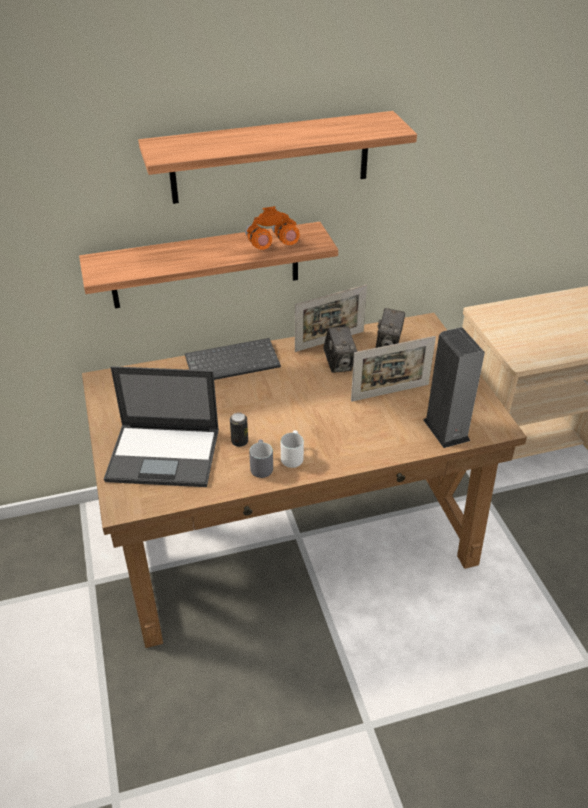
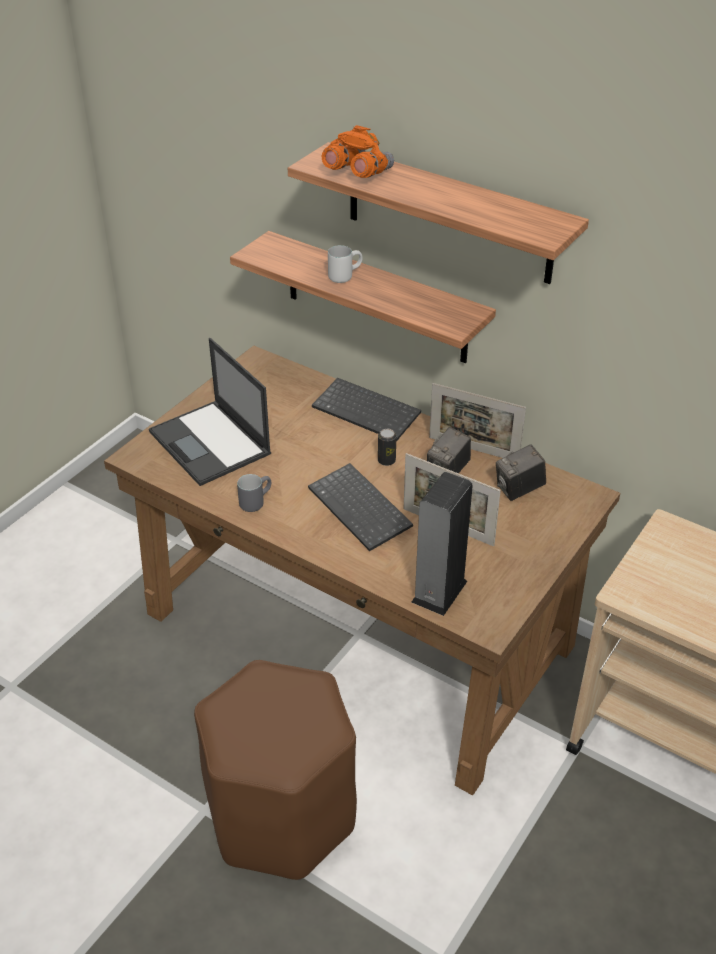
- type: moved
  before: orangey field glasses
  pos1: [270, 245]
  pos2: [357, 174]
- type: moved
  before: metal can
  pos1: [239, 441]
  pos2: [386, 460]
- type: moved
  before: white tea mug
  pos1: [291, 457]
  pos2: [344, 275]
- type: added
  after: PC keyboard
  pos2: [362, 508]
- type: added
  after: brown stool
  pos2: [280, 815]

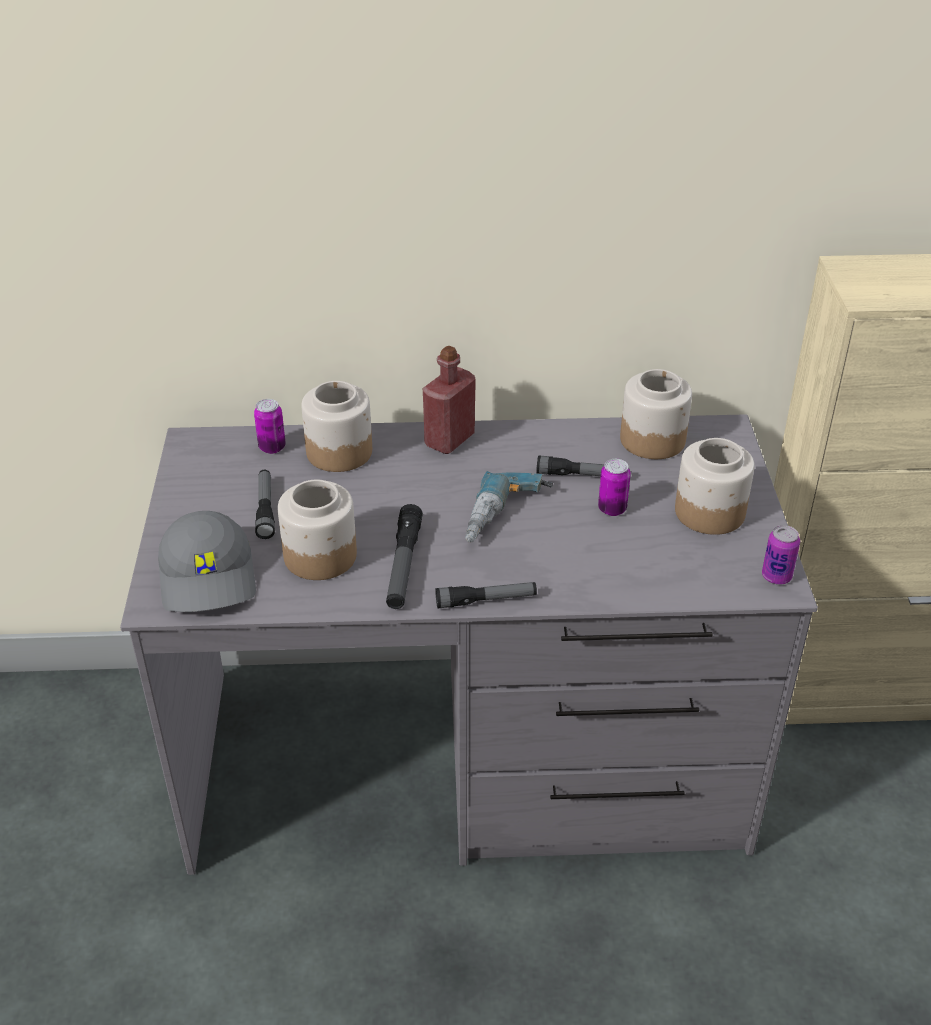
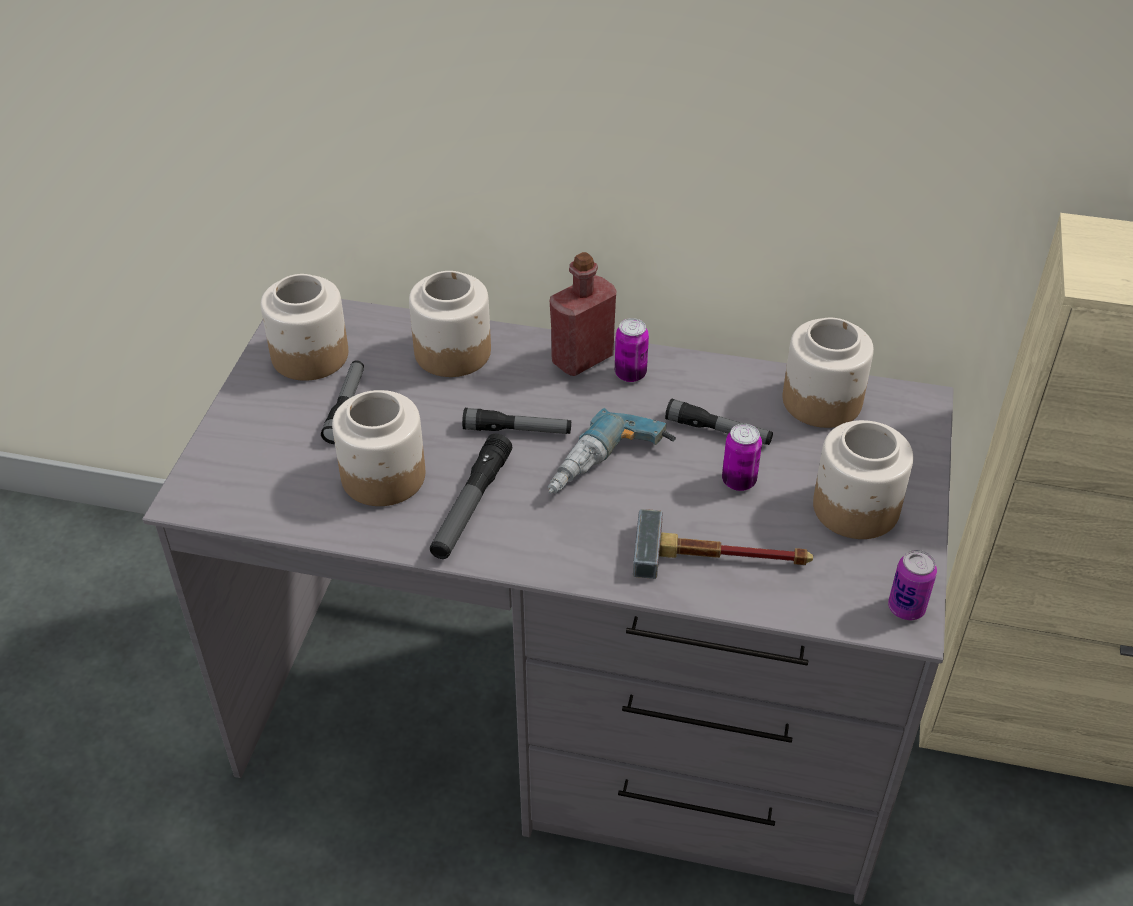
- type: moved
  before: metal can
  pos1: [272, 447]
  pos2: [630, 374]
- type: removed
  before: grey peaked cap
  pos1: [209, 577]
- type: moved
  before: torch
  pos1: [486, 600]
  pos2: [517, 430]
- type: added
  after: storage jar
  pos2: [309, 355]
- type: added
  after: hammer
  pos2: [723, 558]

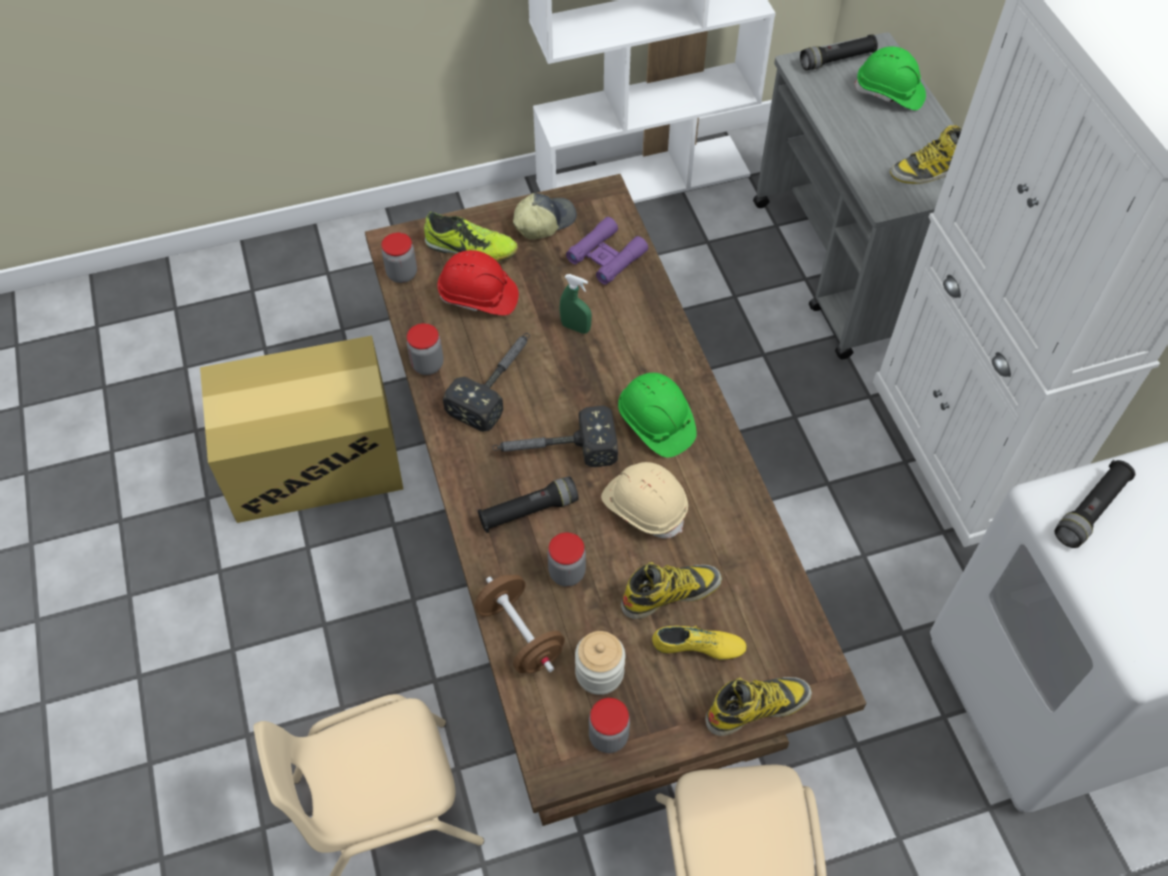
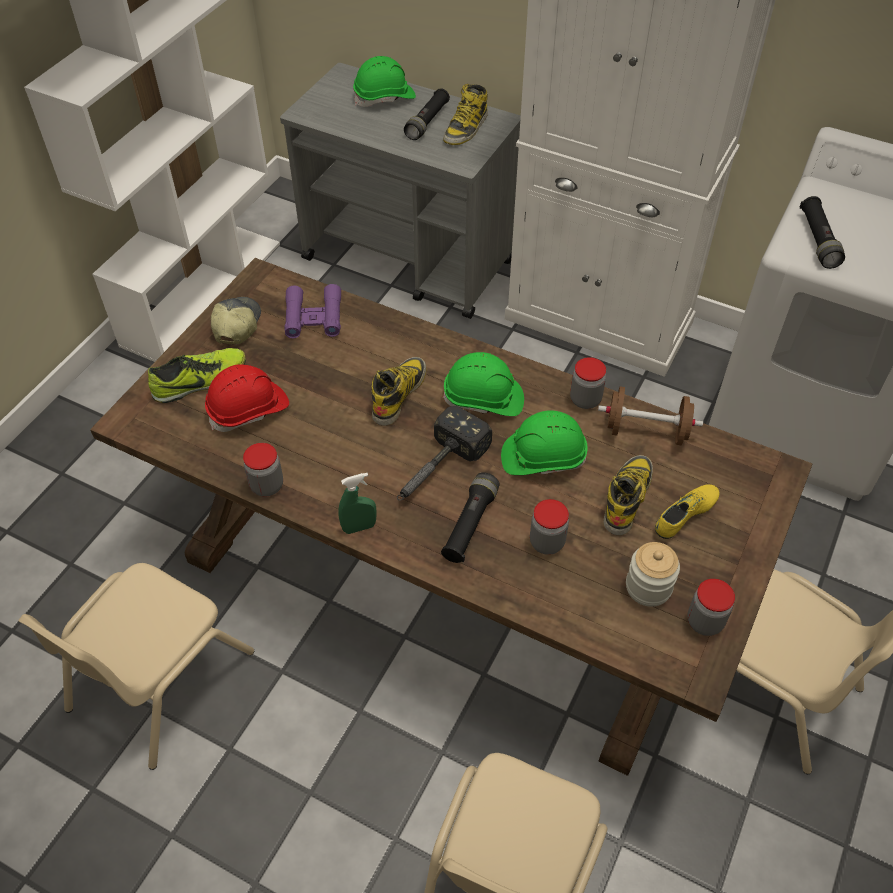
- type: moved
  before: black torch
  pos1: [837, 60]
  pos2: [427, 122]
- type: moved
  before: storage jar
  pos1: [402, 274]
  pos2: [585, 399]
- type: moved
  before: green hand sprayer
  pos1: [575, 327]
  pos2: [359, 527]
- type: removed
  before: hammer
  pos1: [497, 383]
- type: replaced
  before: packing box
  after: beige chair
  pos1: [313, 460]
  pos2: [158, 680]
- type: recoloured
  before: beige safety helmet
  after: green safety helmet
  pos1: [644, 507]
  pos2: [543, 457]
- type: moved
  before: brown dumbbell
  pos1: [520, 635]
  pos2: [646, 431]
- type: moved
  before: boot
  pos1: [757, 707]
  pos2: [399, 394]

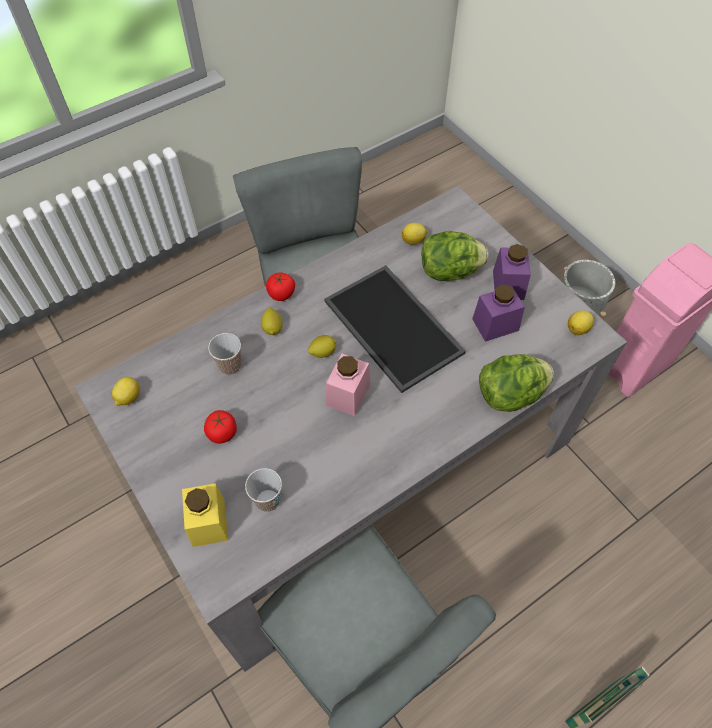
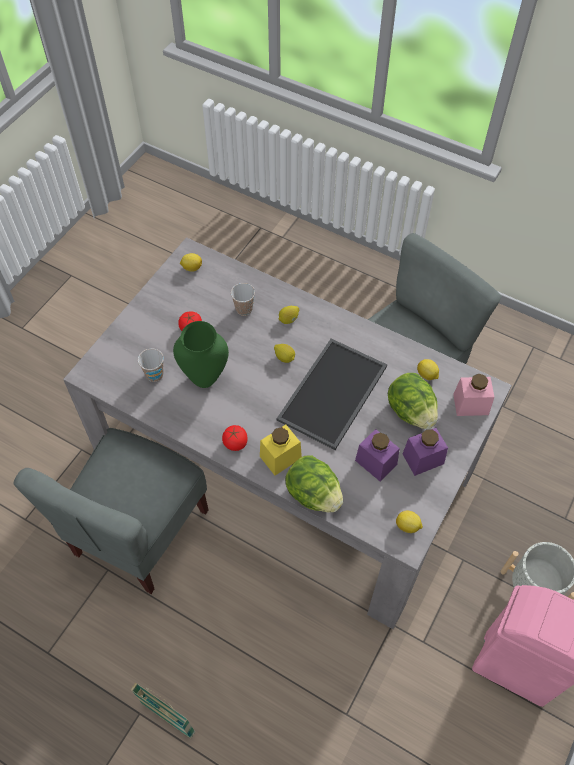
- type: moved
  before: whole tomato
  pos1: [281, 294]
  pos2: [235, 443]
- type: moved
  before: pink-coloured storage jar
  pos1: [348, 394]
  pos2: [470, 404]
- type: moved
  before: yellowish storage jar
  pos1: [208, 522]
  pos2: [280, 457]
- type: added
  after: green flower vase
  pos2: [205, 377]

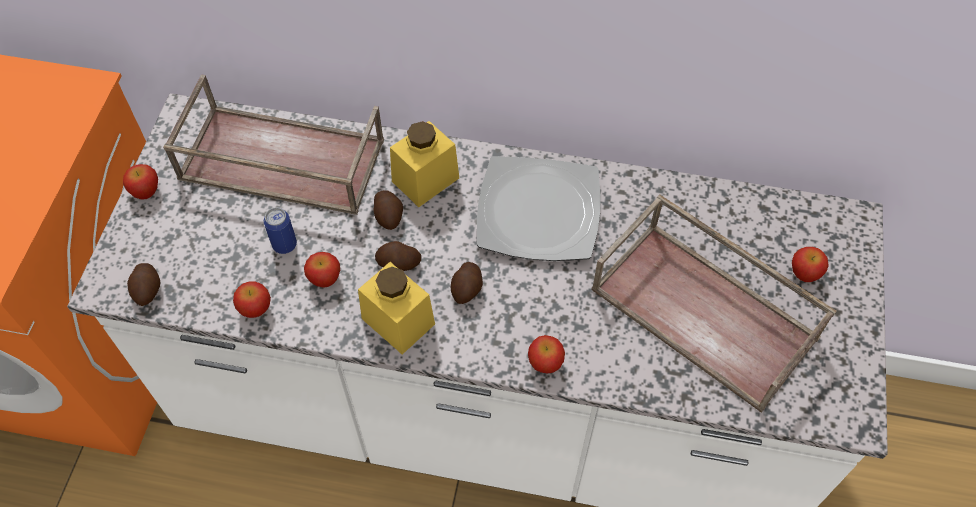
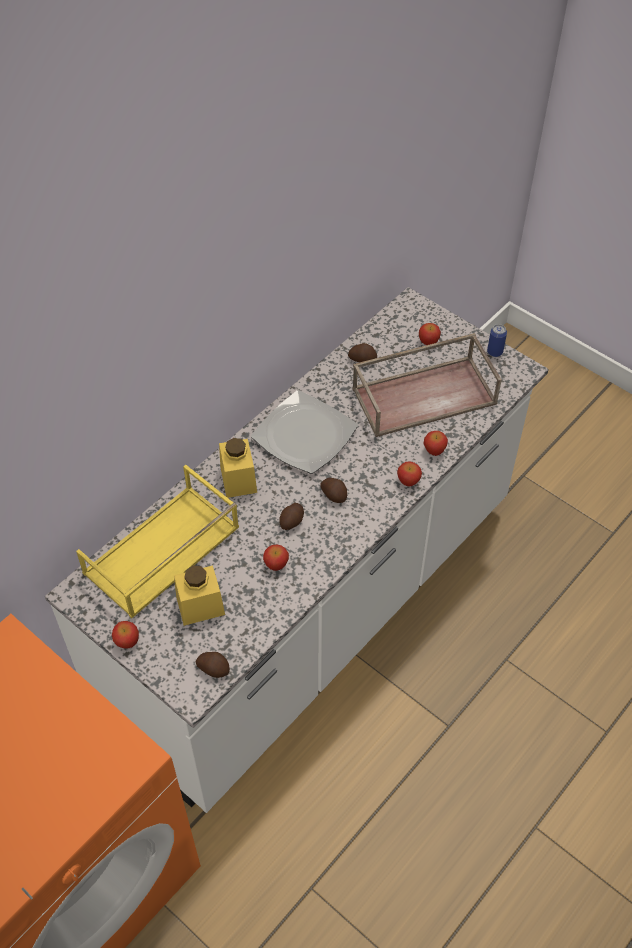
- type: recoloured
  before: brown carrying tray
  after: yellowish carrying tray
  pos1: [279, 161]
  pos2: [162, 552]
- type: moved
  before: potato
  pos1: [389, 215]
  pos2: [362, 359]
- type: moved
  before: metal can
  pos1: [284, 245]
  pos2: [494, 352]
- type: moved
  before: yellowish storage jar
  pos1: [398, 321]
  pos2: [200, 606]
- type: moved
  before: apple
  pos1: [255, 308]
  pos2: [434, 450]

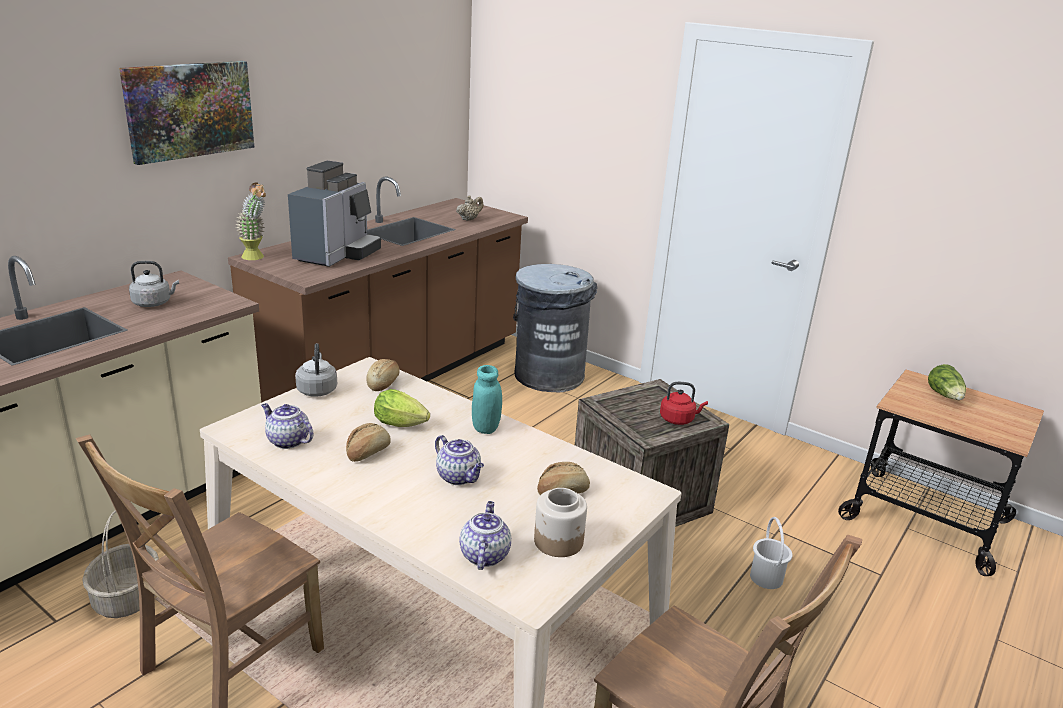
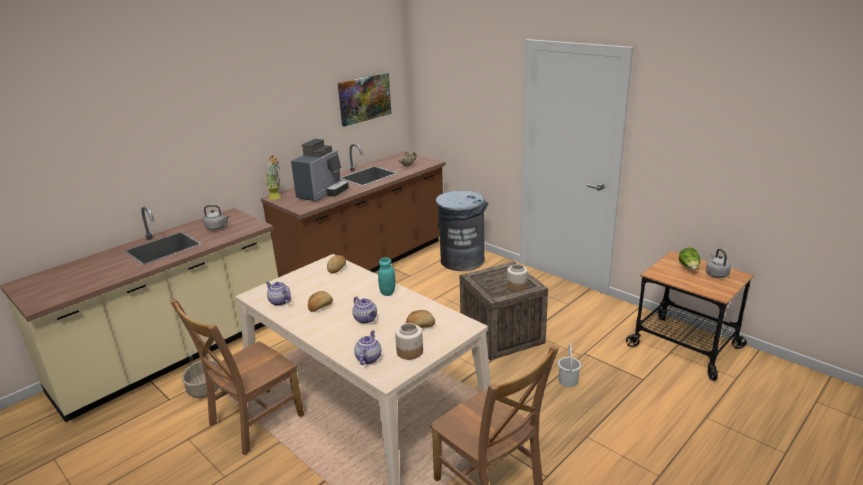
- type: moved
  before: wall picture
  pos1: [189, 110]
  pos2: [364, 98]
- type: moved
  before: grey water kettle
  pos1: [317, 389]
  pos2: [716, 274]
- type: replaced
  before: reddish water kettle
  after: storage jar
  pos1: [678, 419]
  pos2: [517, 286]
- type: removed
  before: lettuce head
  pos1: [403, 425]

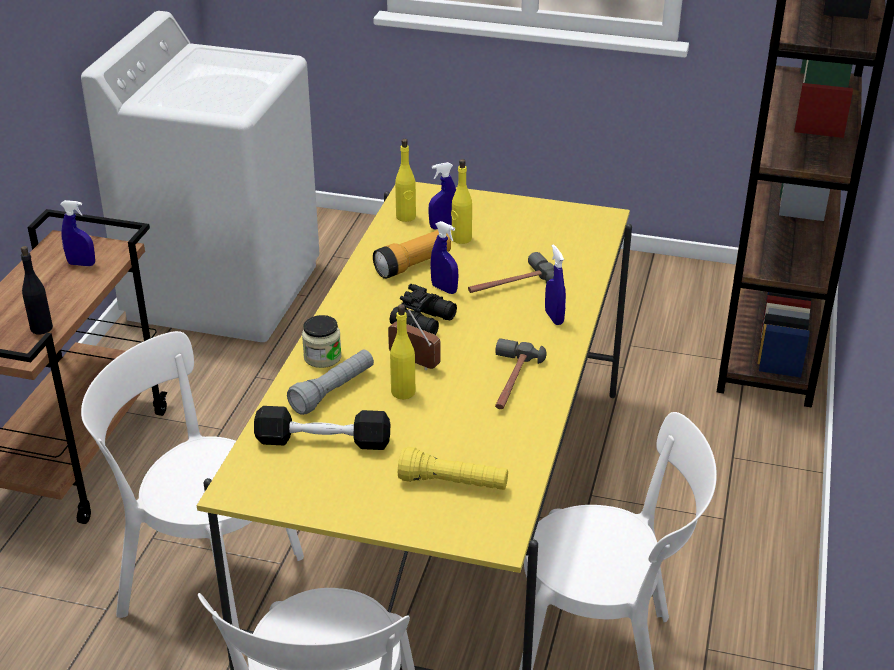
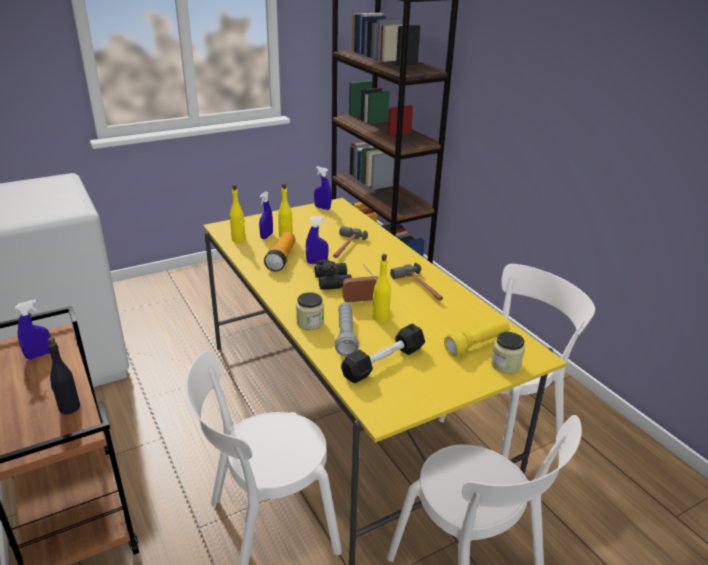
- type: moved
  before: blue hand sprayer
  pos1: [554, 317]
  pos2: [322, 208]
- type: added
  after: storage jar
  pos2: [505, 365]

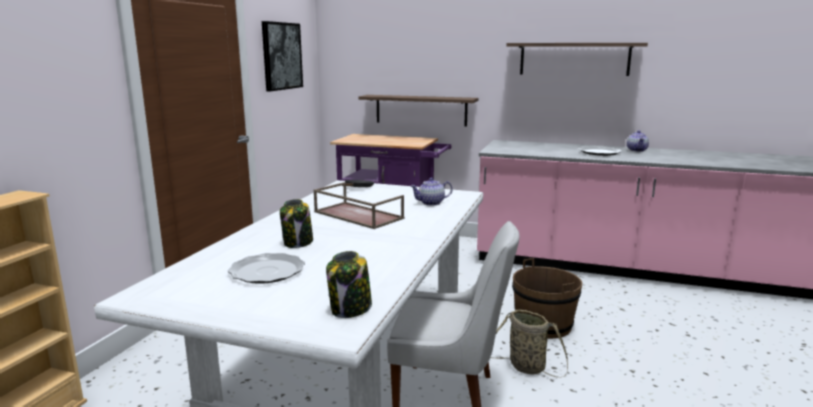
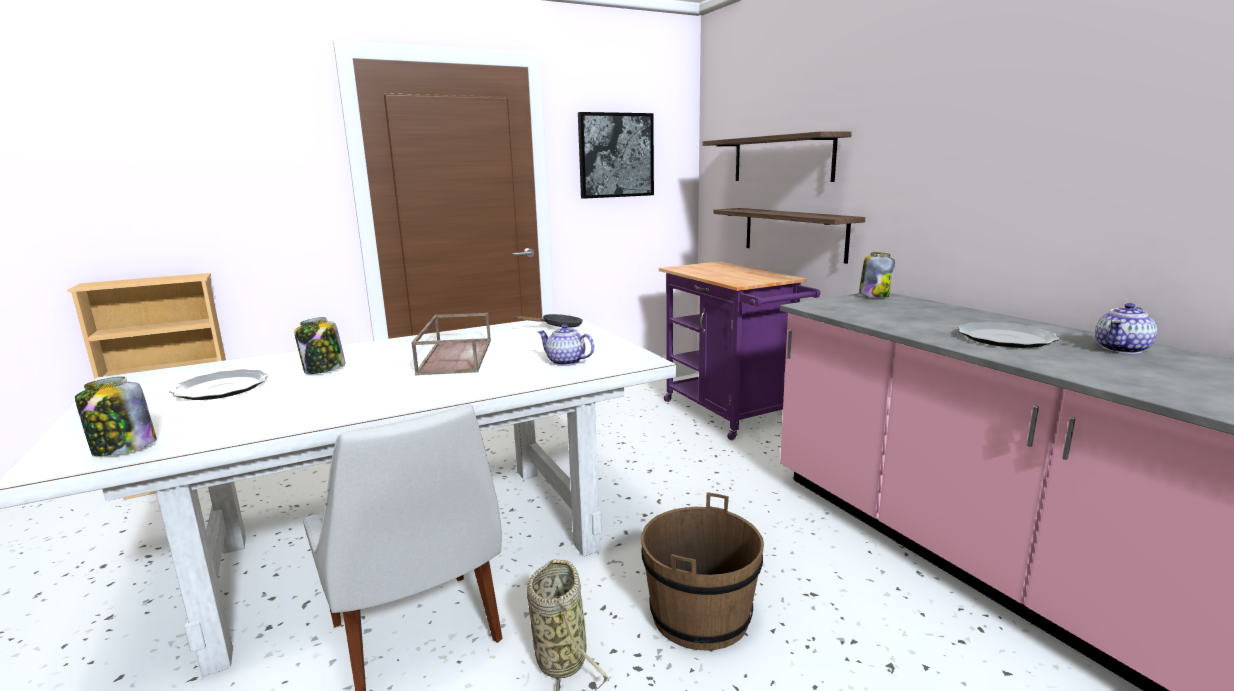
- type: moved
  before: bracket shelf
  pos1: [574, 59]
  pos2: [781, 159]
- type: added
  after: storage jar
  pos2: [874, 296]

